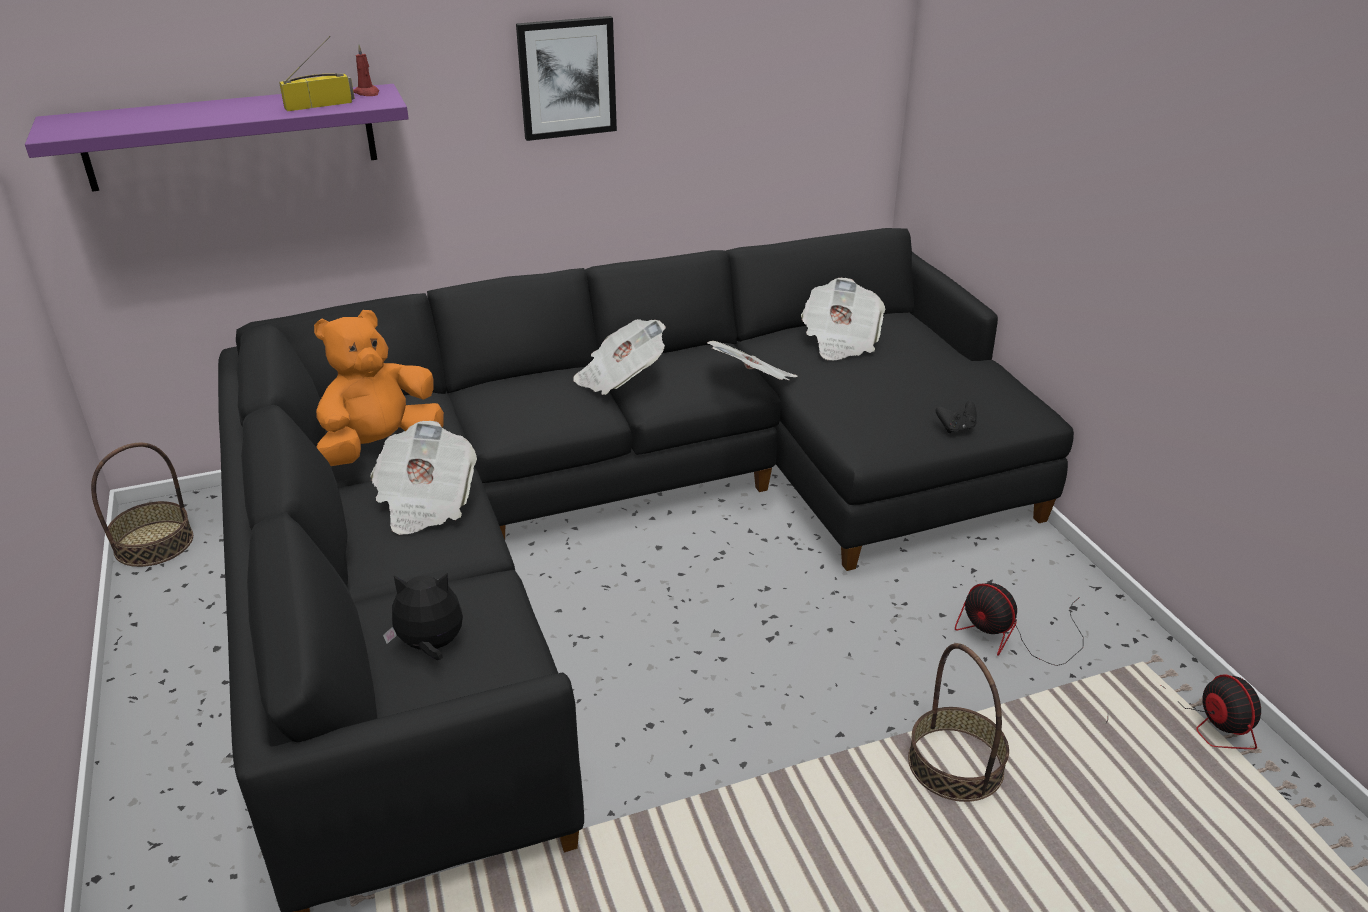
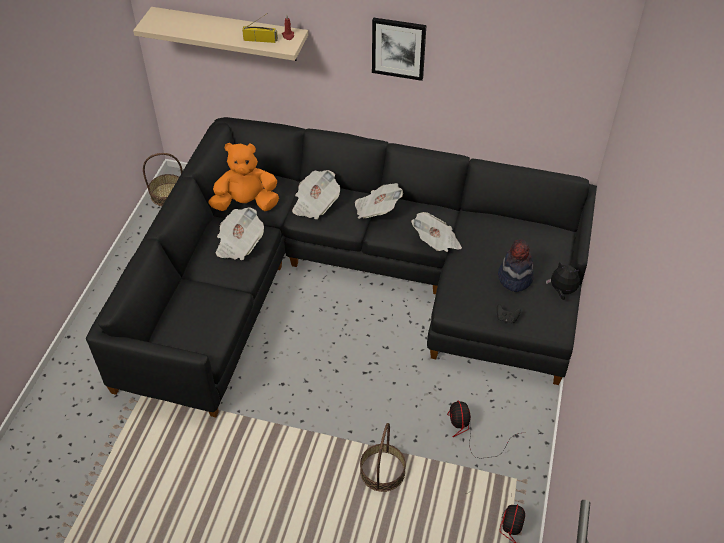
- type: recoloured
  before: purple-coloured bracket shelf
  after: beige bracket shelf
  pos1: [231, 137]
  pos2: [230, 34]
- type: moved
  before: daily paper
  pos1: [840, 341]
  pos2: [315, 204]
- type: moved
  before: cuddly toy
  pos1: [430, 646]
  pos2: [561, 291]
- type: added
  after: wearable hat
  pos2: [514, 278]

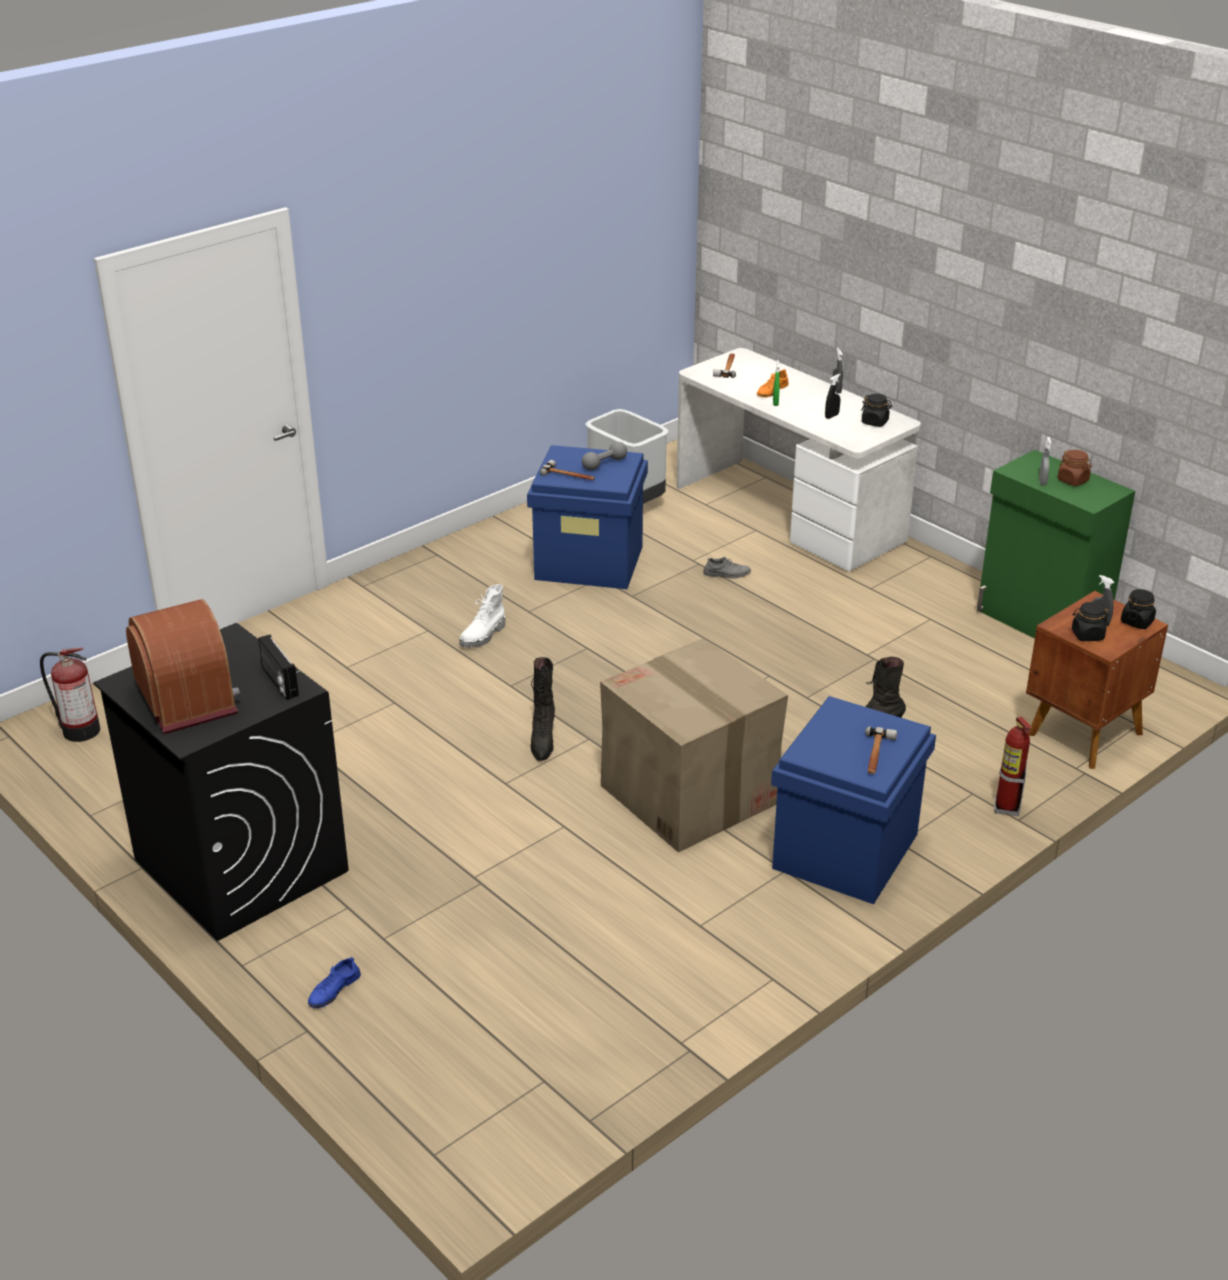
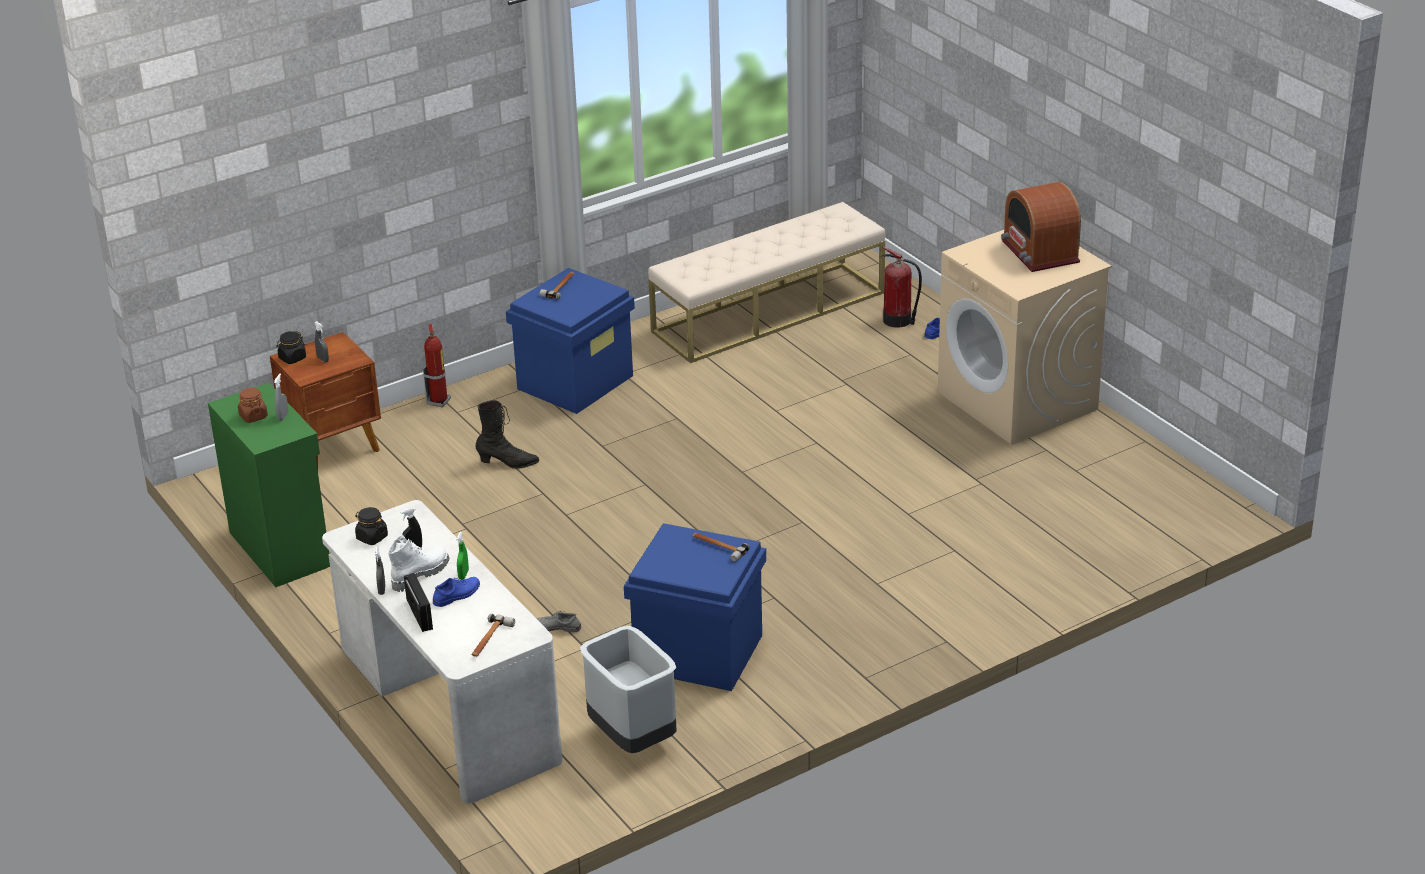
- type: recoloured
  before: orangey shoe
  after: blue shoe
  pos1: [772, 390]
  pos2: [457, 595]
- type: removed
  before: grey dumbbell
  pos1: [604, 464]
- type: moved
  before: white boot
  pos1: [483, 636]
  pos2: [420, 574]
- type: removed
  before: black storage jar
  pos1: [1087, 635]
- type: recoloured
  before: black washing machine
  after: beige washing machine
  pos1: [239, 865]
  pos2: [1018, 401]
- type: moved
  before: radio set
  pos1: [279, 682]
  pos2: [421, 614]
- type: removed
  before: packing box
  pos1: [690, 795]
- type: moved
  before: fire-fighting cylinder
  pos1: [79, 730]
  pos2: [899, 320]
- type: removed
  before: black boot
  pos1: [542, 740]
- type: added
  after: beige long seat
  pos2: [769, 312]

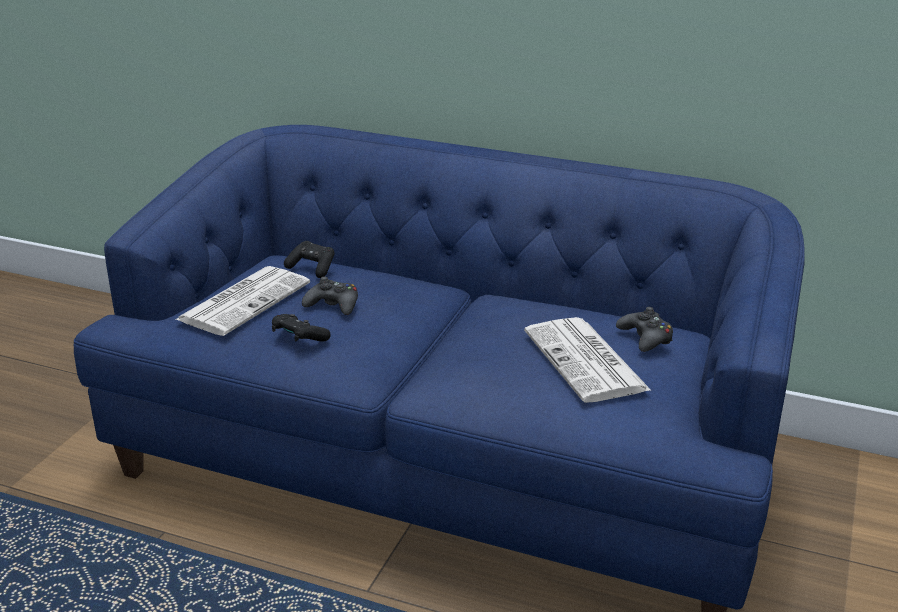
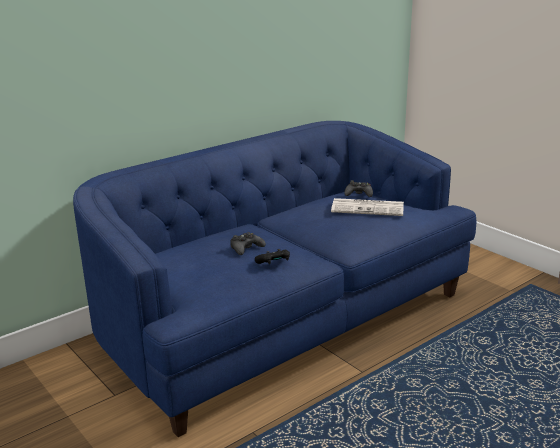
- type: removed
  before: black game controller
  pos1: [312, 268]
- type: removed
  before: daily paper
  pos1: [245, 301]

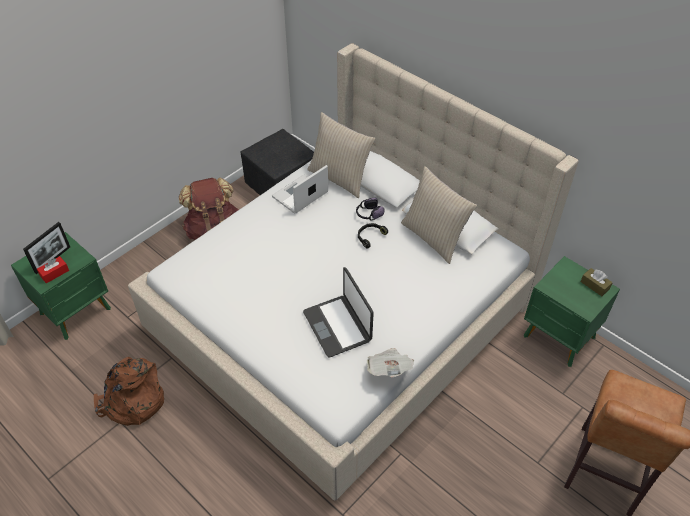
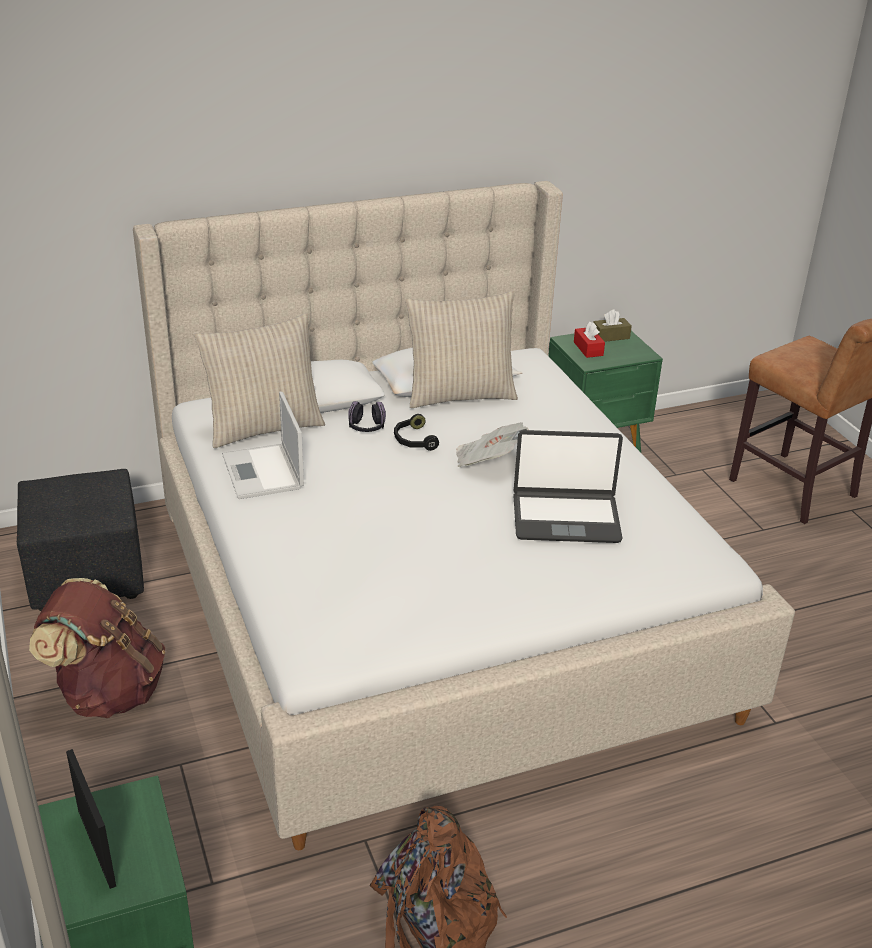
- type: moved
  before: reddish box of tissues
  pos1: [54, 273]
  pos2: [588, 349]
- type: moved
  before: daily paper
  pos1: [389, 369]
  pos2: [488, 461]

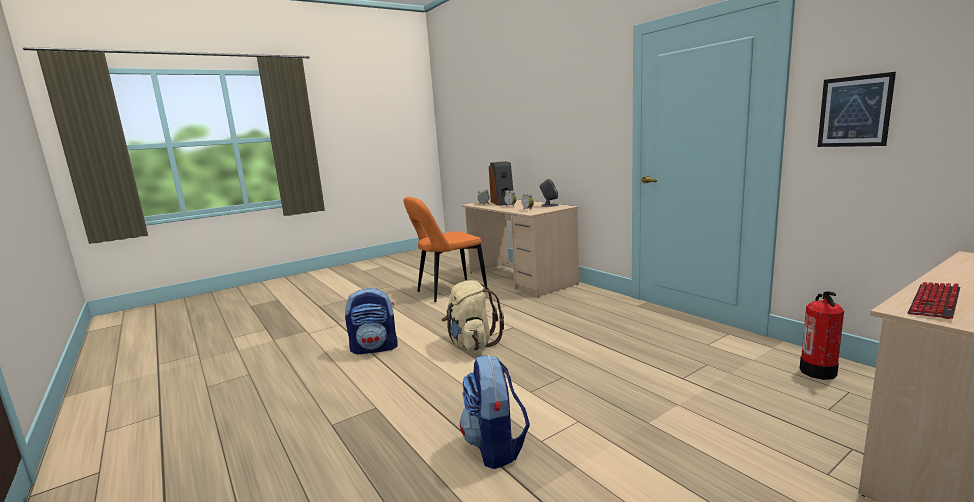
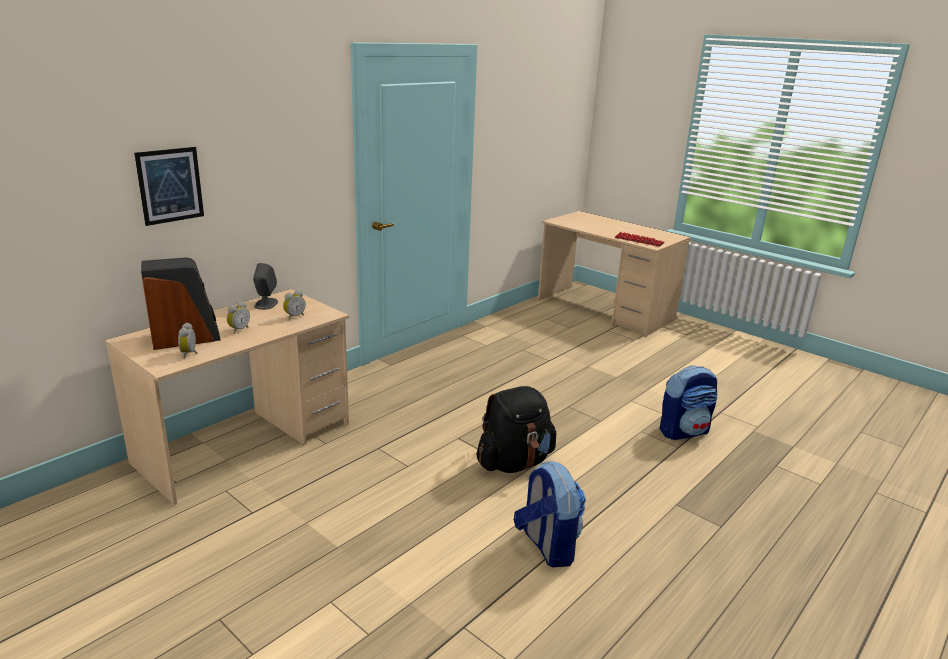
- type: moved
  before: wall picture
  pos1: [854, 111]
  pos2: [170, 185]
- type: removed
  before: orangey chair
  pos1: [448, 291]
- type: recoloured
  before: beige backpack
  after: black backpack
  pos1: [471, 344]
  pos2: [514, 462]
- type: removed
  before: fire-fighting cylinder
  pos1: [818, 371]

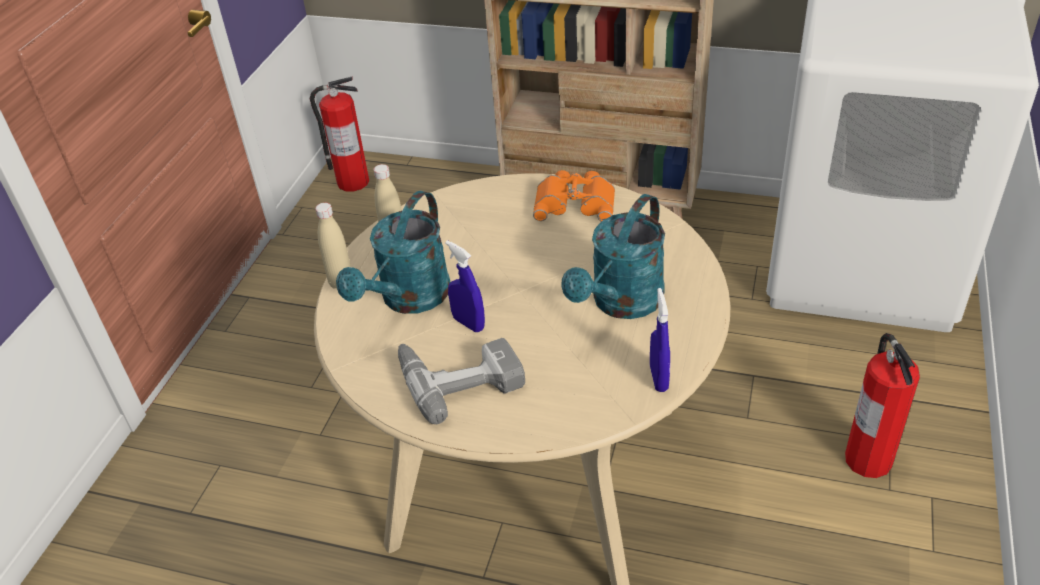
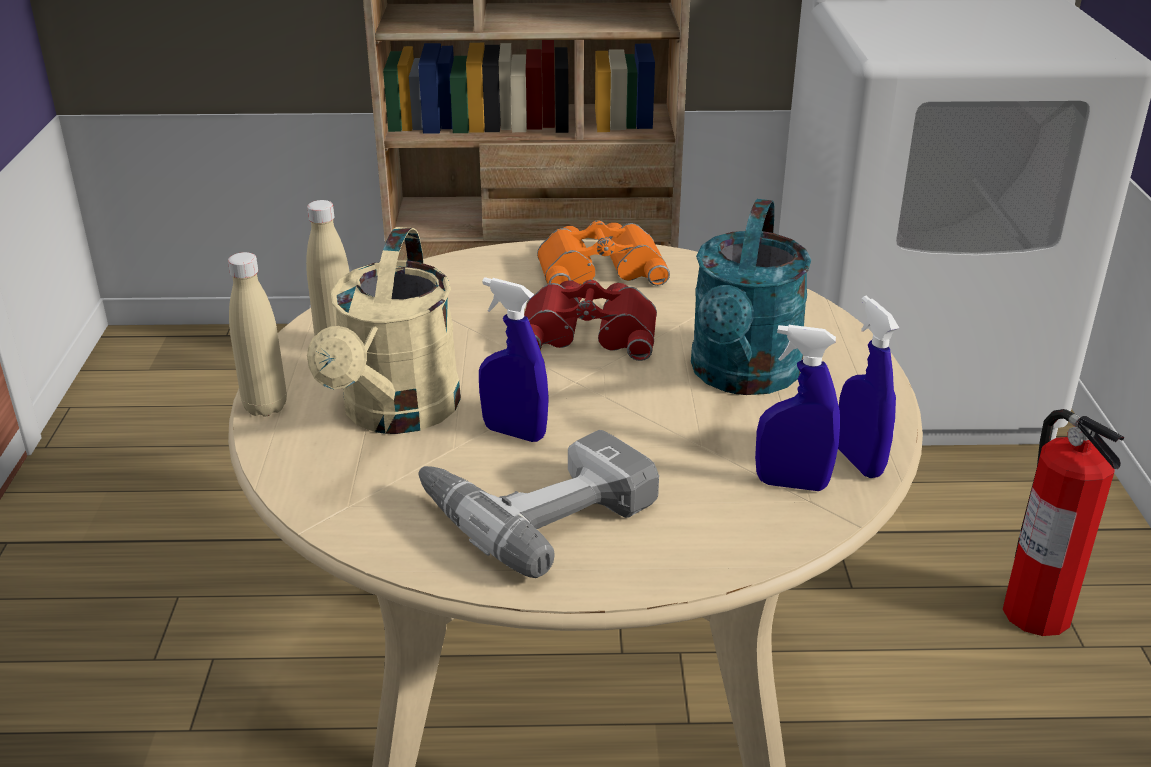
- type: removed
  before: fire-fighting cylinder
  pos1: [352, 182]
- type: recoloured
  before: blue-green watering can
  after: beige watering can
  pos1: [409, 299]
  pos2: [396, 414]
- type: added
  after: reddish field glasses
  pos2: [590, 331]
- type: added
  after: blue hand sprayer
  pos2: [792, 484]

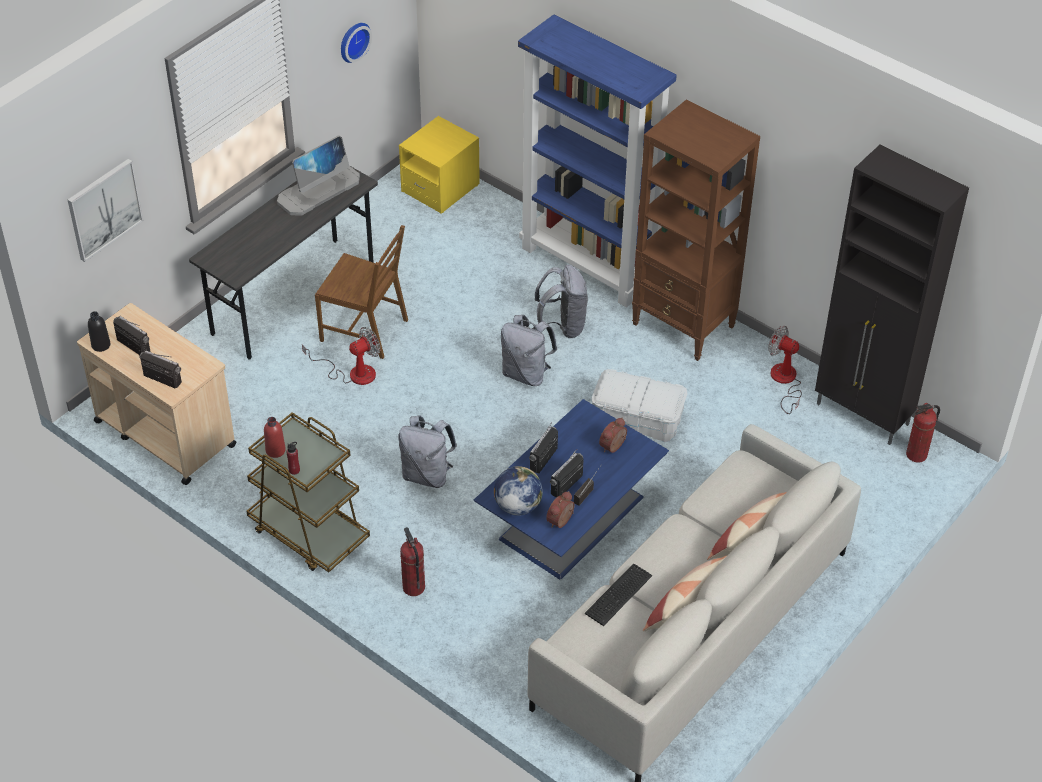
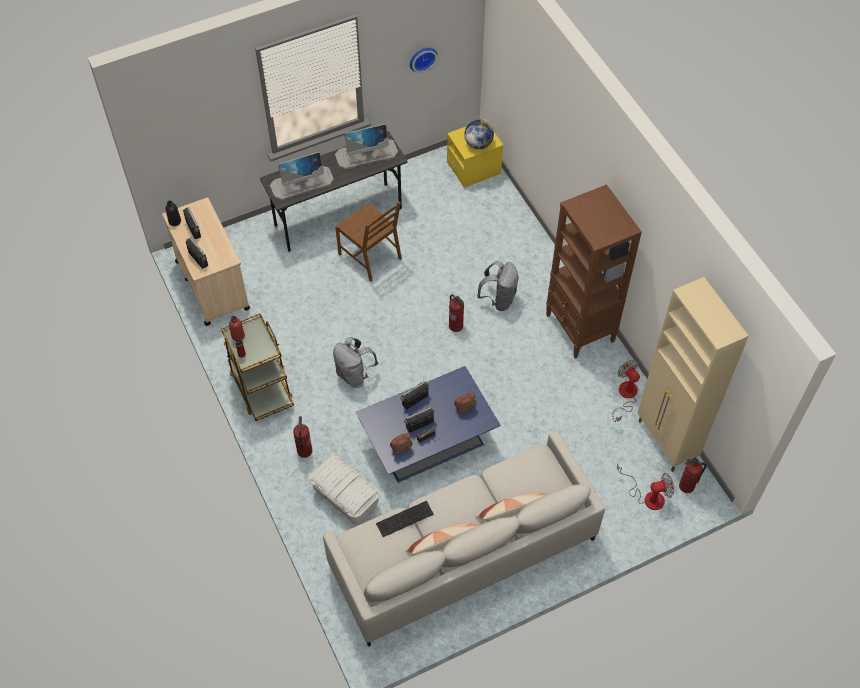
- type: removed
  before: blue shelving unit
  pos1: [588, 266]
- type: recoloured
  before: black cabinet
  after: beige cabinet
  pos1: [863, 415]
  pos2: [666, 442]
- type: removed
  before: wall picture
  pos1: [104, 209]
- type: replaced
  before: grey backpack
  after: fire-fighting cylinder
  pos1: [526, 373]
  pos2: [456, 326]
- type: moved
  before: cooling fan
  pos1: [353, 373]
  pos2: [647, 496]
- type: moved
  before: white storage box
  pos1: [637, 420]
  pos2: [345, 498]
- type: moved
  before: desk globe
  pos1: [517, 506]
  pos2: [478, 144]
- type: added
  after: monitor
  pos2: [302, 183]

